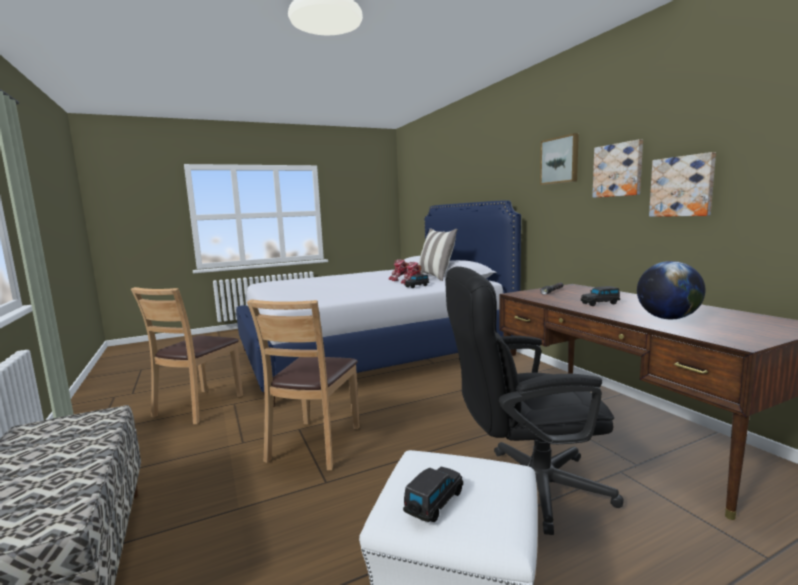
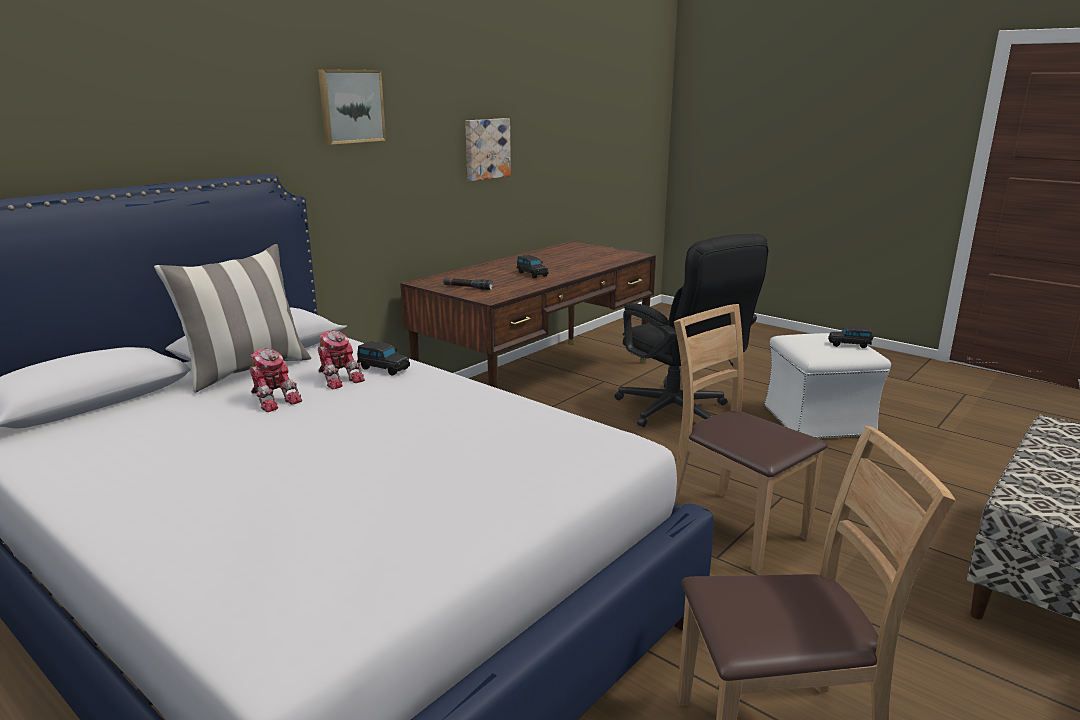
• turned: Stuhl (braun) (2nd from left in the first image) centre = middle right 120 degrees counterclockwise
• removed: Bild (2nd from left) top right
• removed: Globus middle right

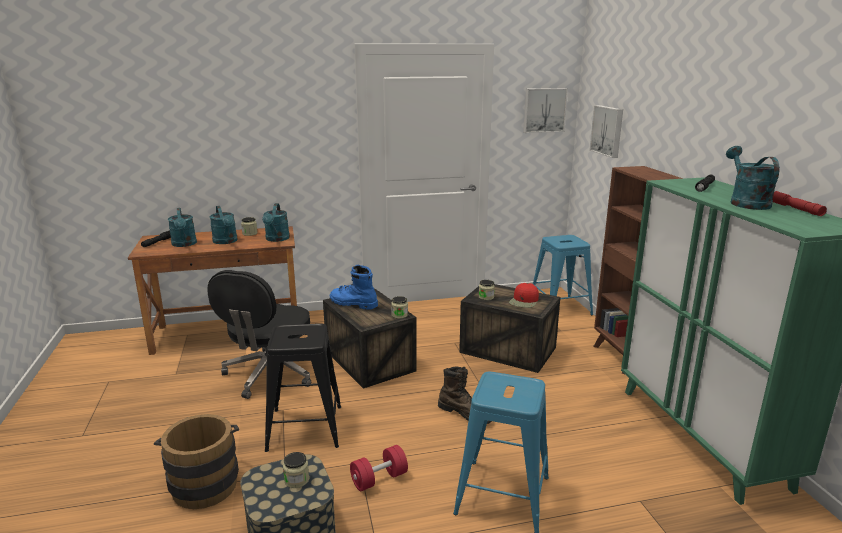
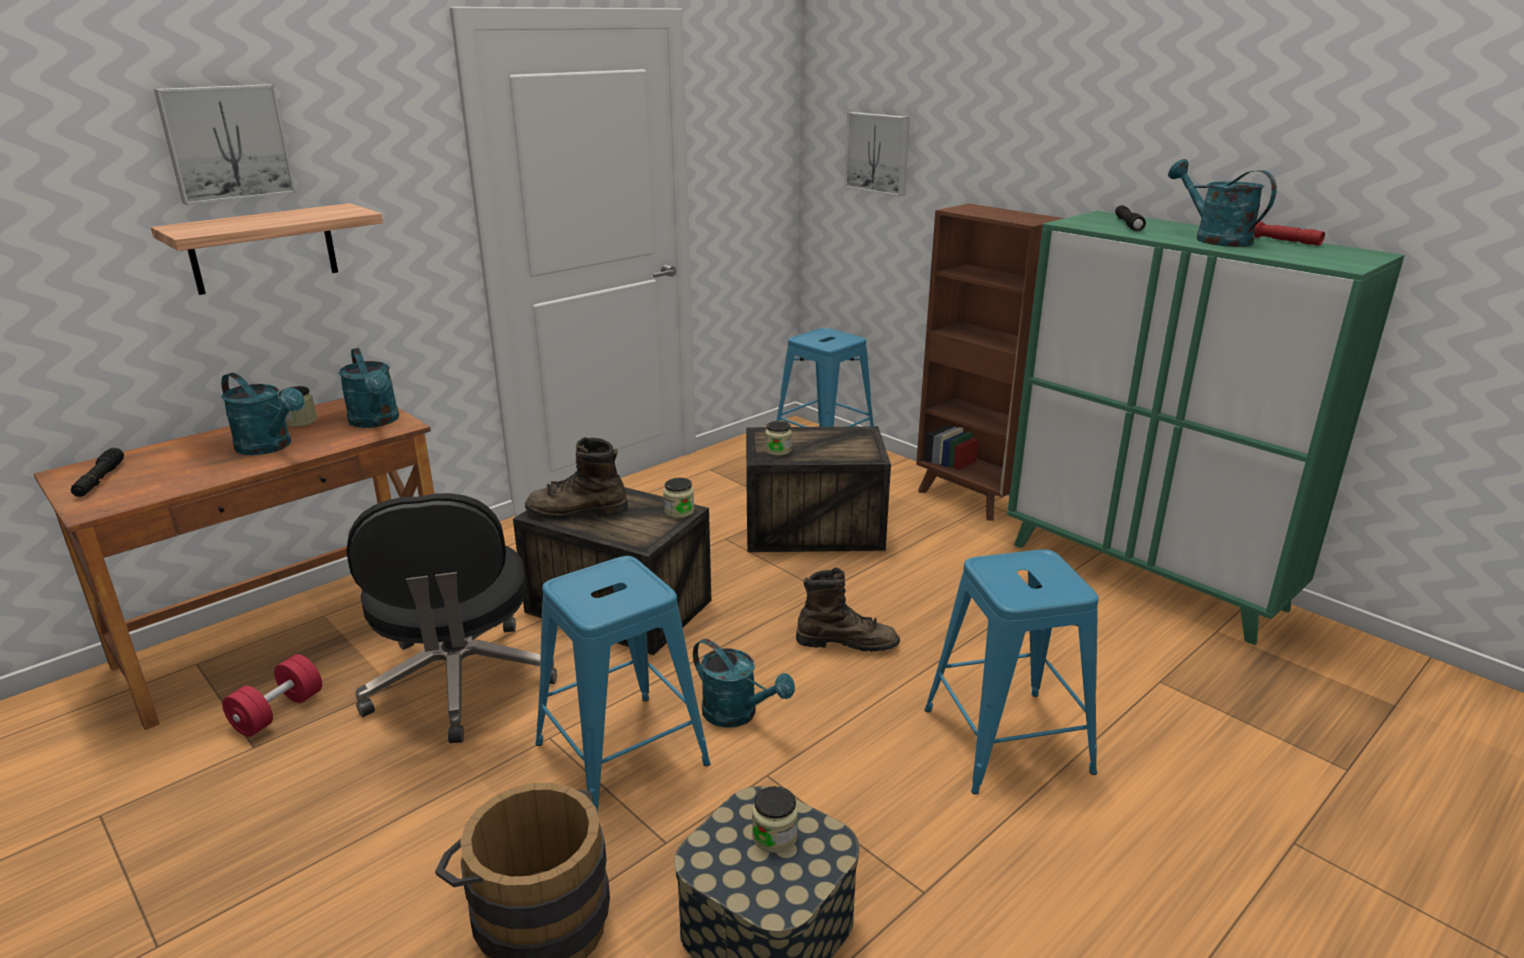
• moved: Gießkanne (türkis) (1st from left in the first image) middle left to Gießkanne (türkis) (3rd from left) bottom centre
• recoloured: Hocker (schwarz) bottom centre to Hocker (blau) (1st from left) bottom centre
• recoloured: Stiefel (blau) centre to Stiefel (braun) (1st from left) centre
• moved: Hantel (rot) bottom centre to bottom left
• removed: Kappe (rot) centre
• moved: Bild (1st from left) top centre to top left
• added: Wandregal top left

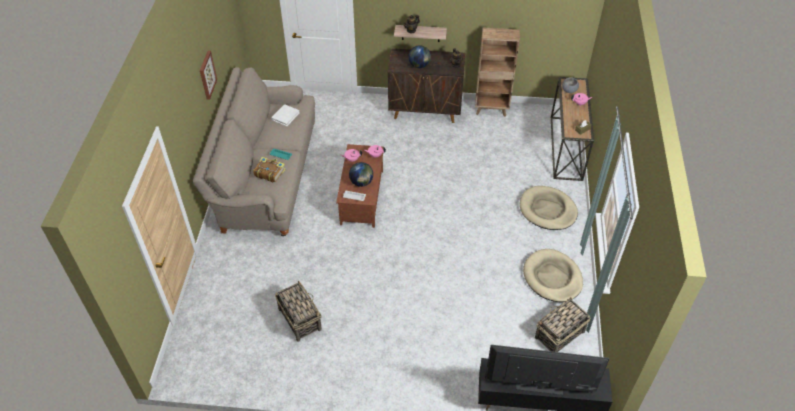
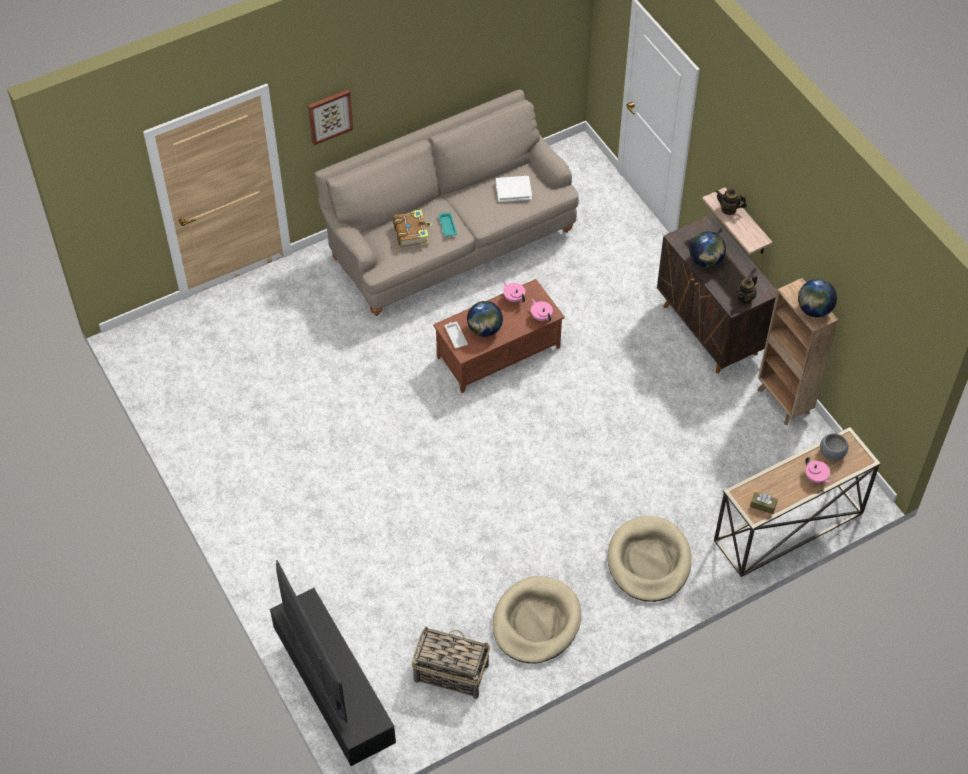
• moved: Bild top left to top centre
• removed: Korb (1st from left) bottom centre
• added: Globus (3rd from left) middle right

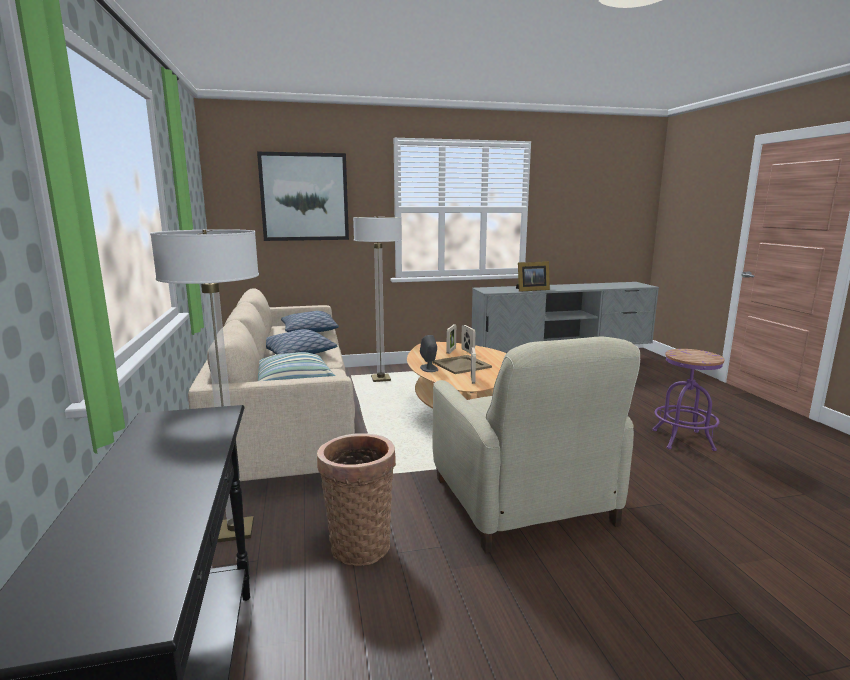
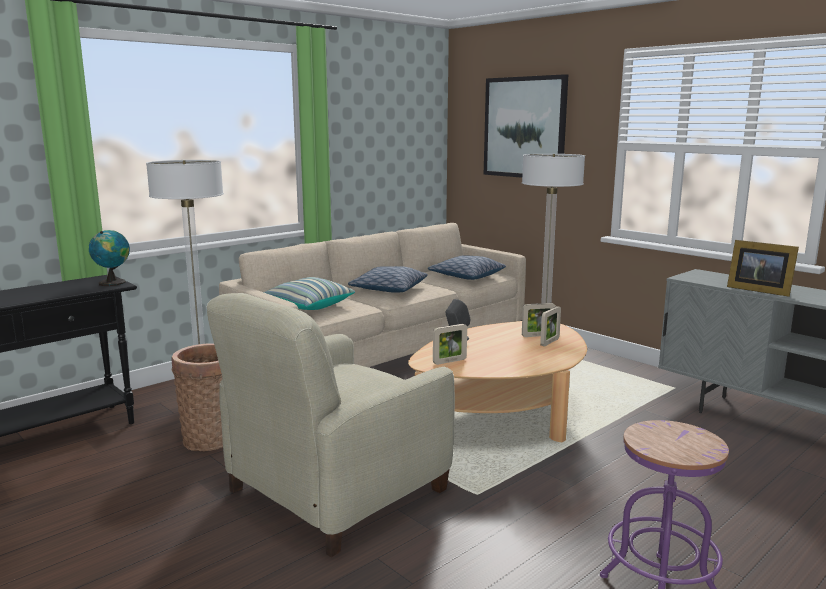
• removed: Tablett (beige) centre
• added: Globus middle left

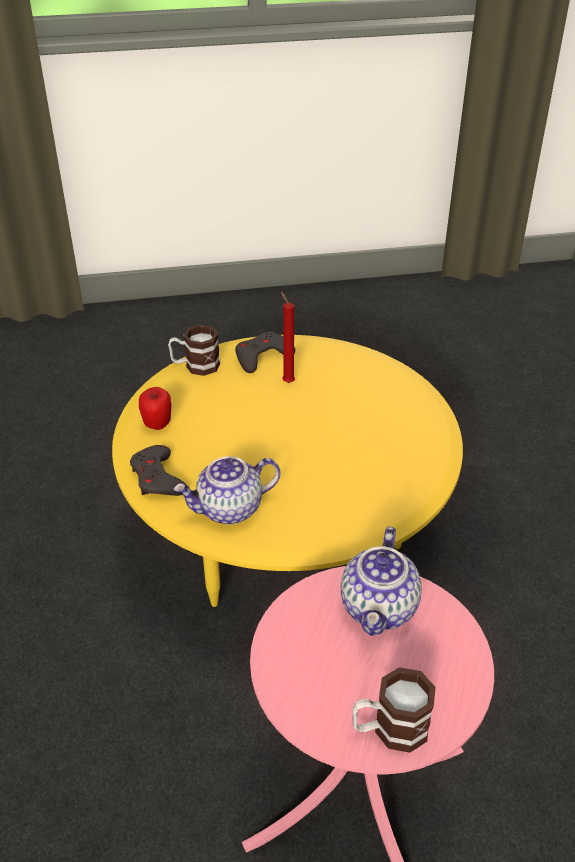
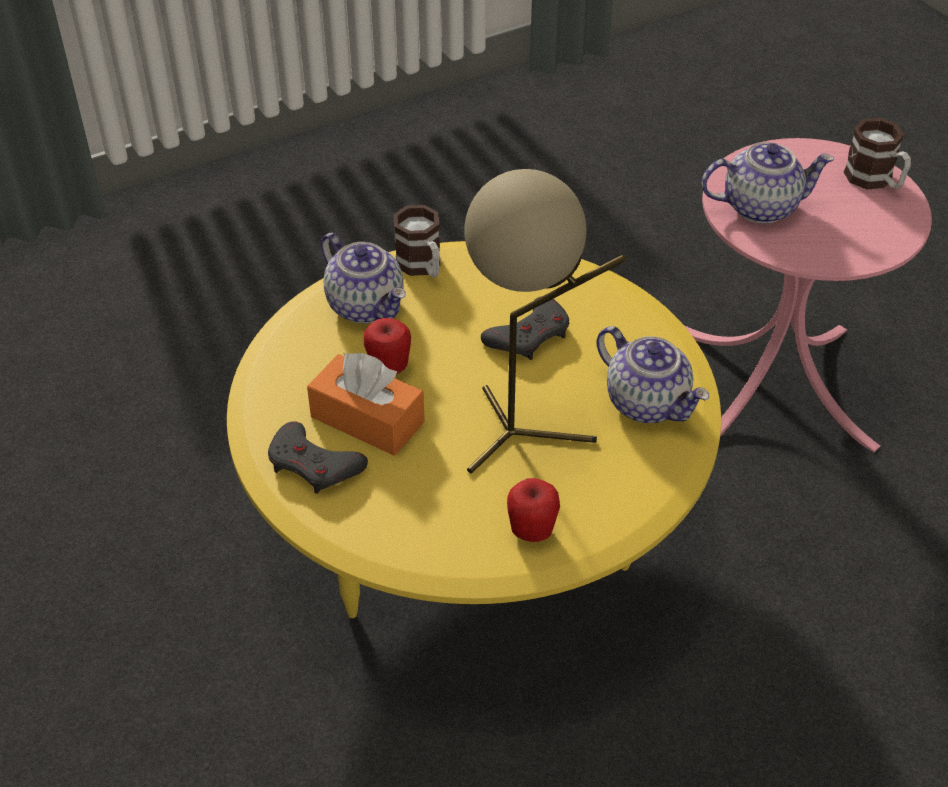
• moved: Gamepad (grau) (1st from left in the first image) middle left to Gamepad (grau) (2nd from left) centre
• moved: Henkelbecher (1st from left) centre to top centre
• replaced: Kerze (rot) centre to Taschentuchbox (orange) centre
• added: Teekanne (1st from left) centre
• added: Apfel (1st from left) centre
• added: Tischlampe (beige) centre

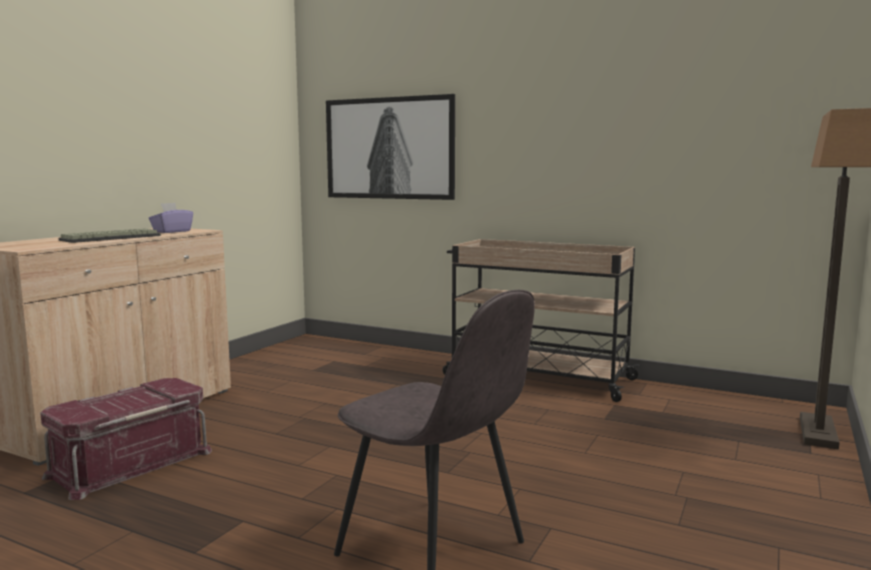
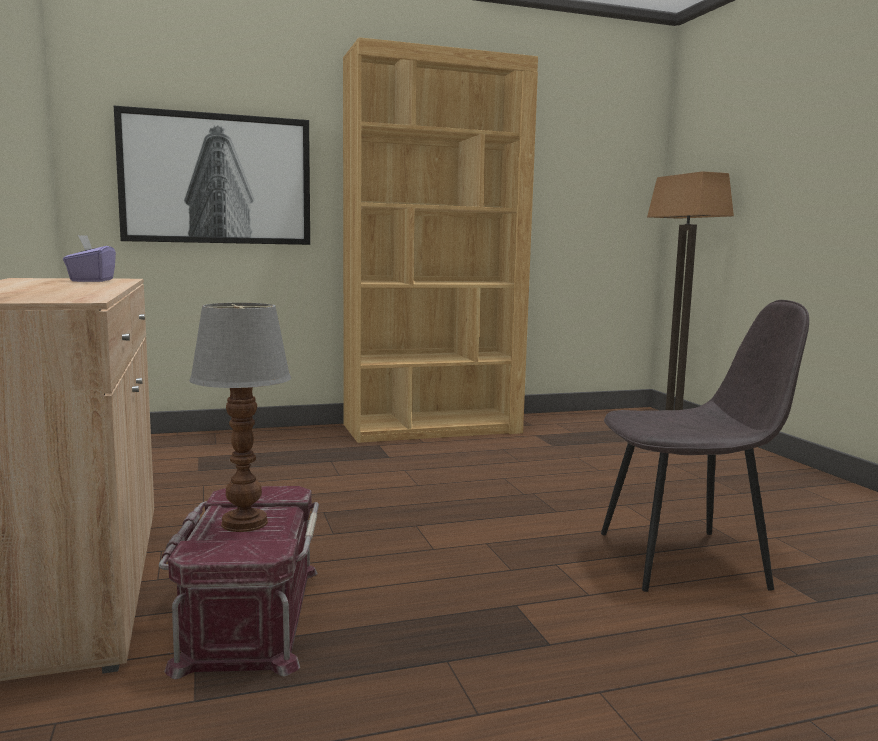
• removed: Tastatur middle left
• replaced: Rollwagen (beige) centre to Bücherregal (braun) top centre
• added: Tischlampe middle left

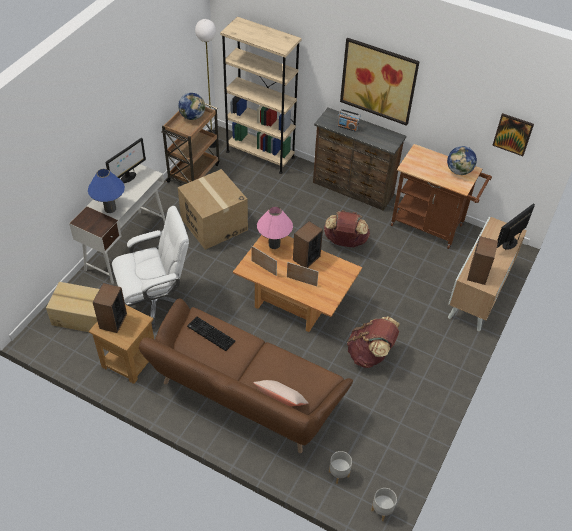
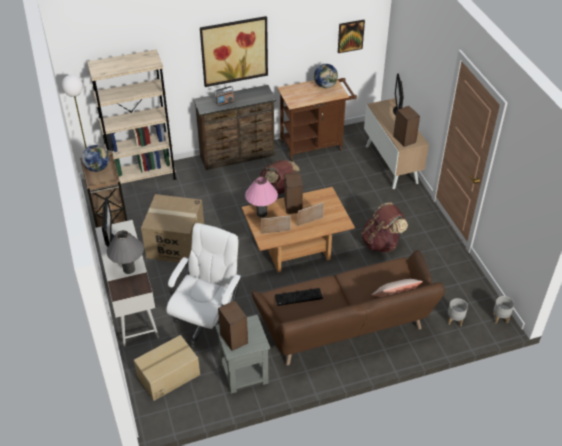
• recoloured: Tischlampe (blau) middle left to Tischlampe (grau) middle left
• recoloured: Beistelltisch (braun) middle left to Beistelltisch (grau) bottom centre

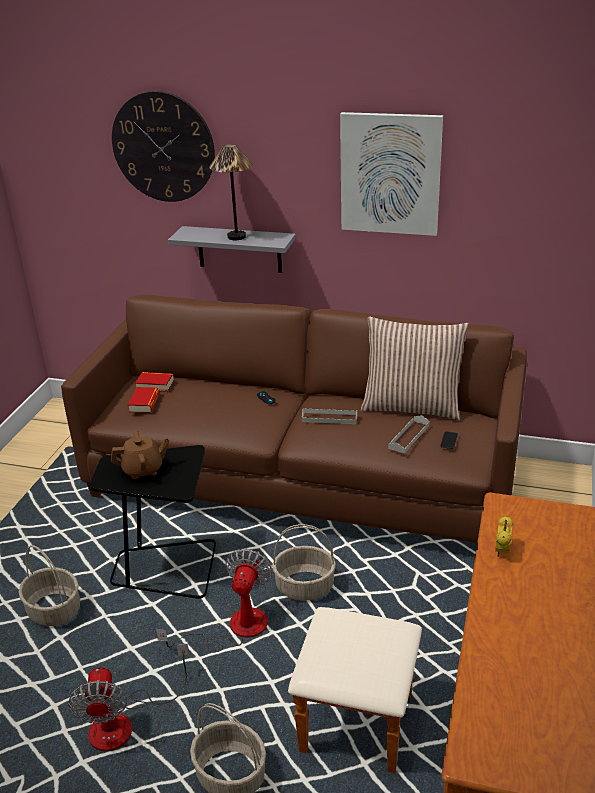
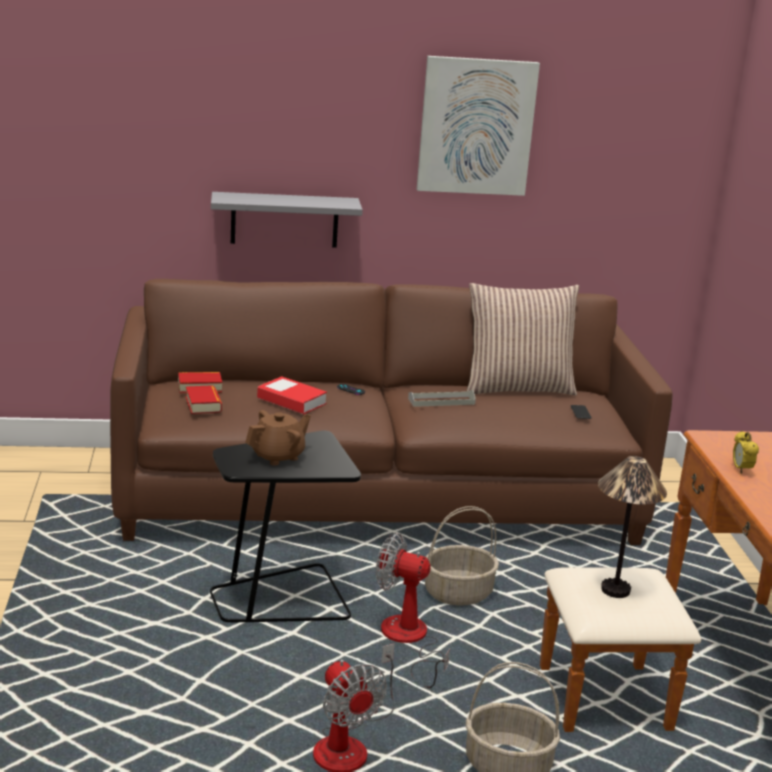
• removed: Korb (1st from left) bottom left
• removed: Wanduhr top left
• turned: Ventilator (2nd from left) bottom centre = bottom centre 60 degrees counterclockwise
• moved: Tischlampe top centre to bottom right
• removed: Tablett (grau) (2nd from left) middle right
• added: Buch (3rd from left) centre

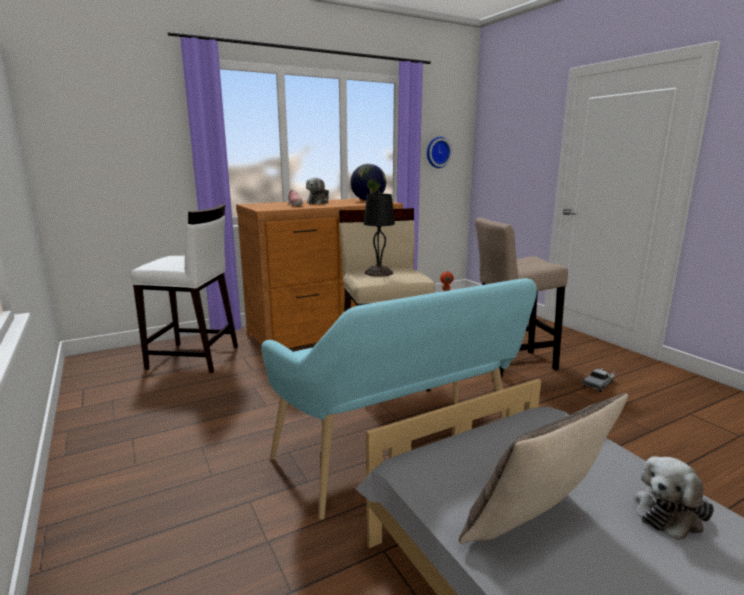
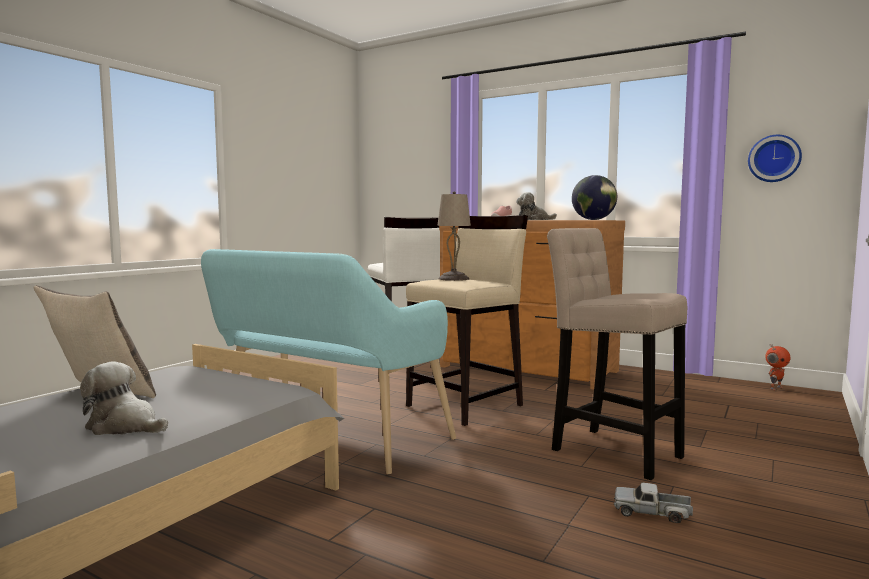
• recoloured: Tischlampe (schwarz) centre to Tischlampe (beige) centre

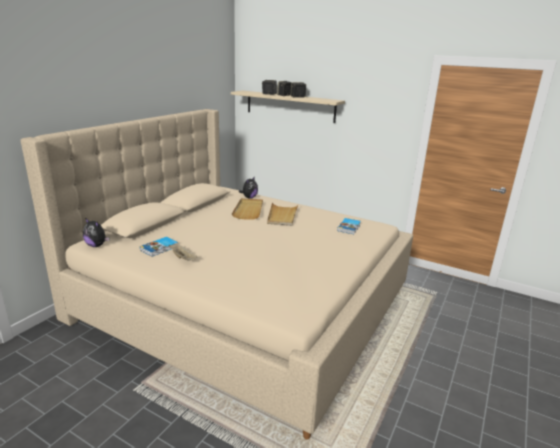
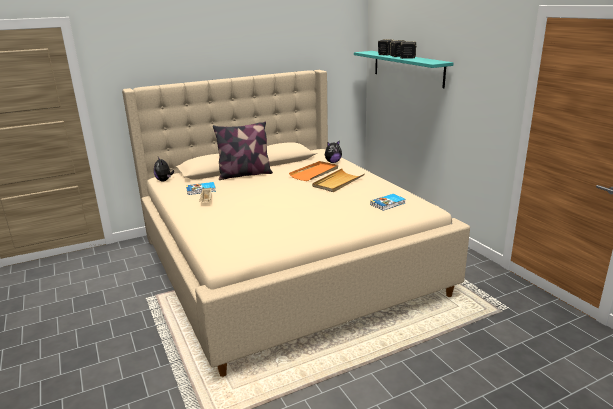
• recoloured: Wandregal (beige) top centre to Wandregal (türkis) top centre
• recoloured: Tablett (beige) (2nd from left) centre to Tablett (orange) centre
• added: Kissen centre

